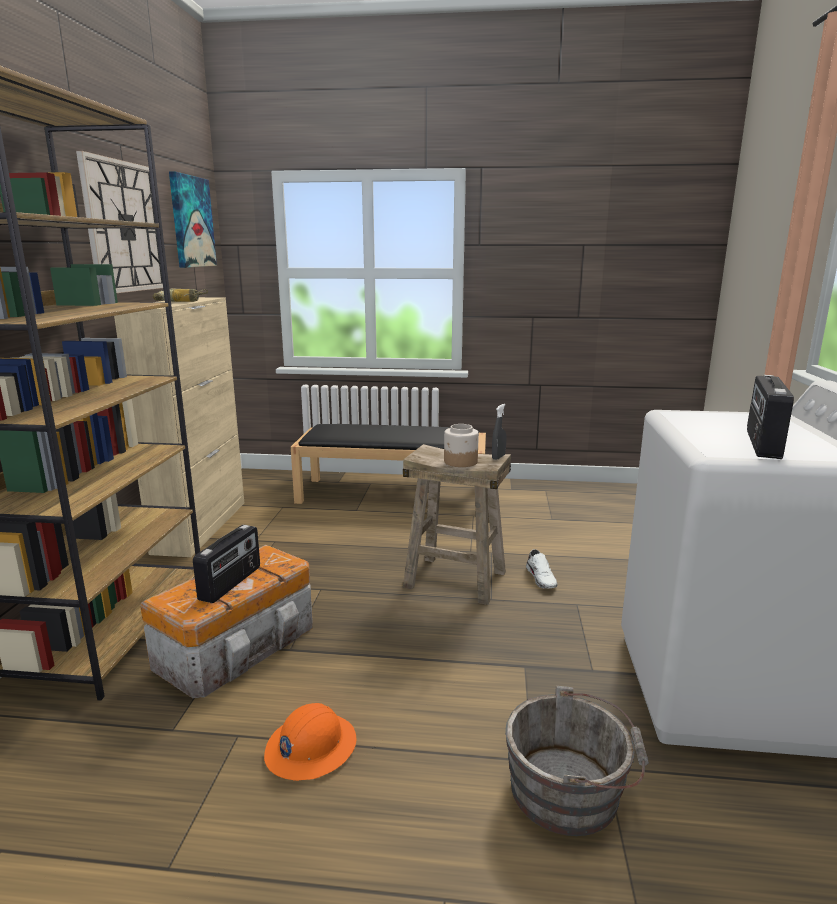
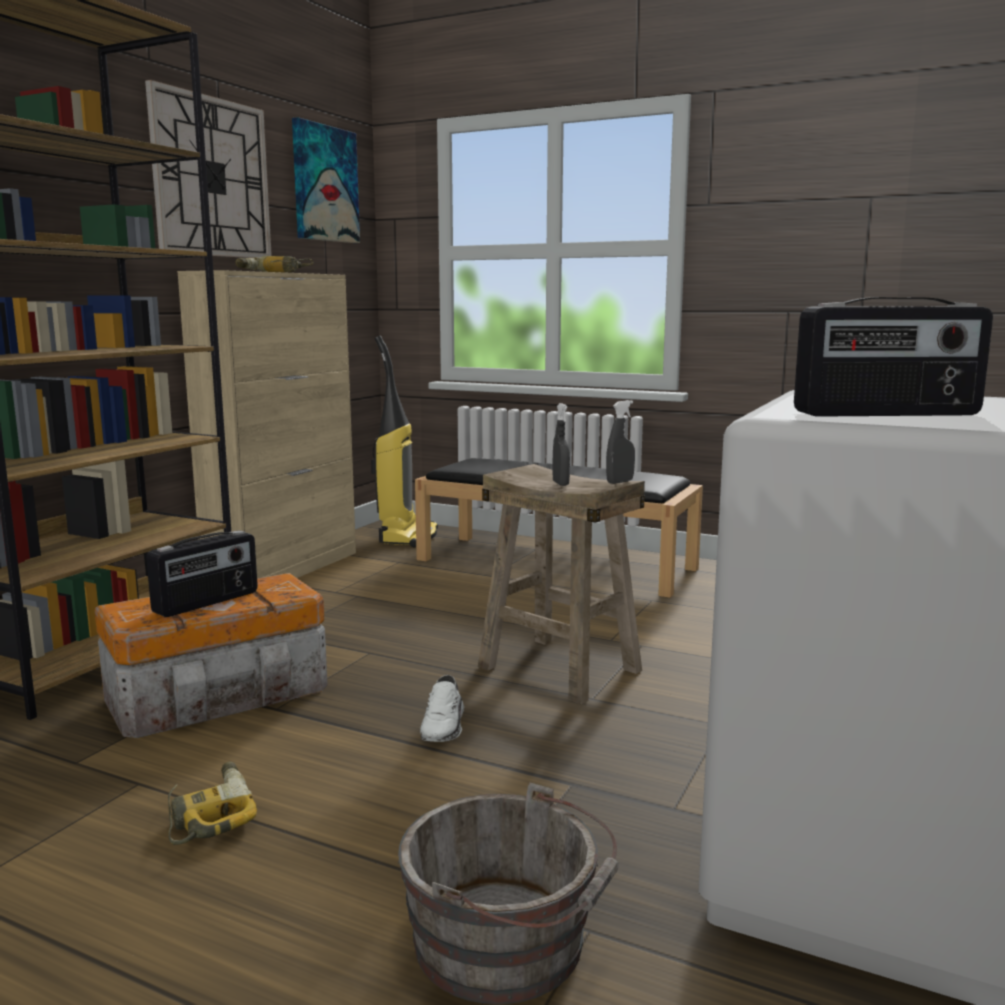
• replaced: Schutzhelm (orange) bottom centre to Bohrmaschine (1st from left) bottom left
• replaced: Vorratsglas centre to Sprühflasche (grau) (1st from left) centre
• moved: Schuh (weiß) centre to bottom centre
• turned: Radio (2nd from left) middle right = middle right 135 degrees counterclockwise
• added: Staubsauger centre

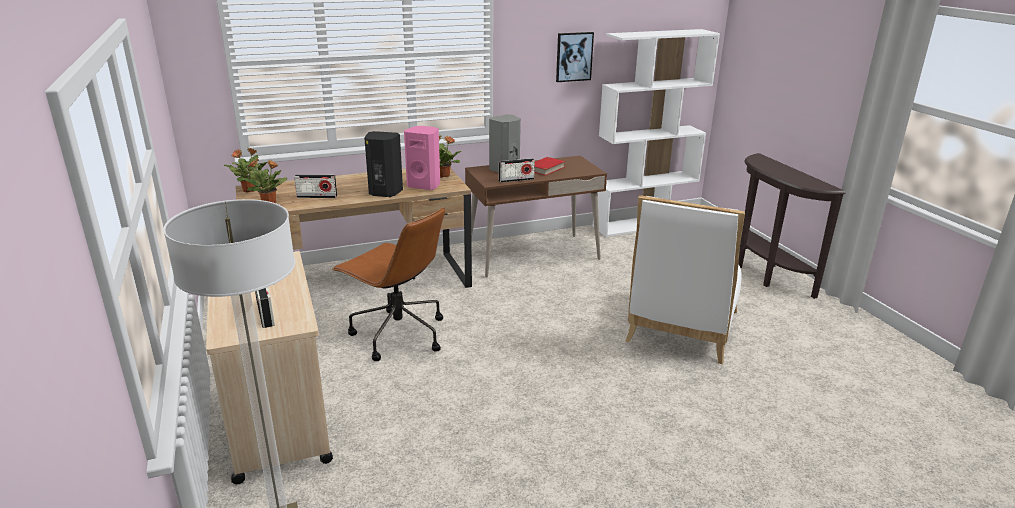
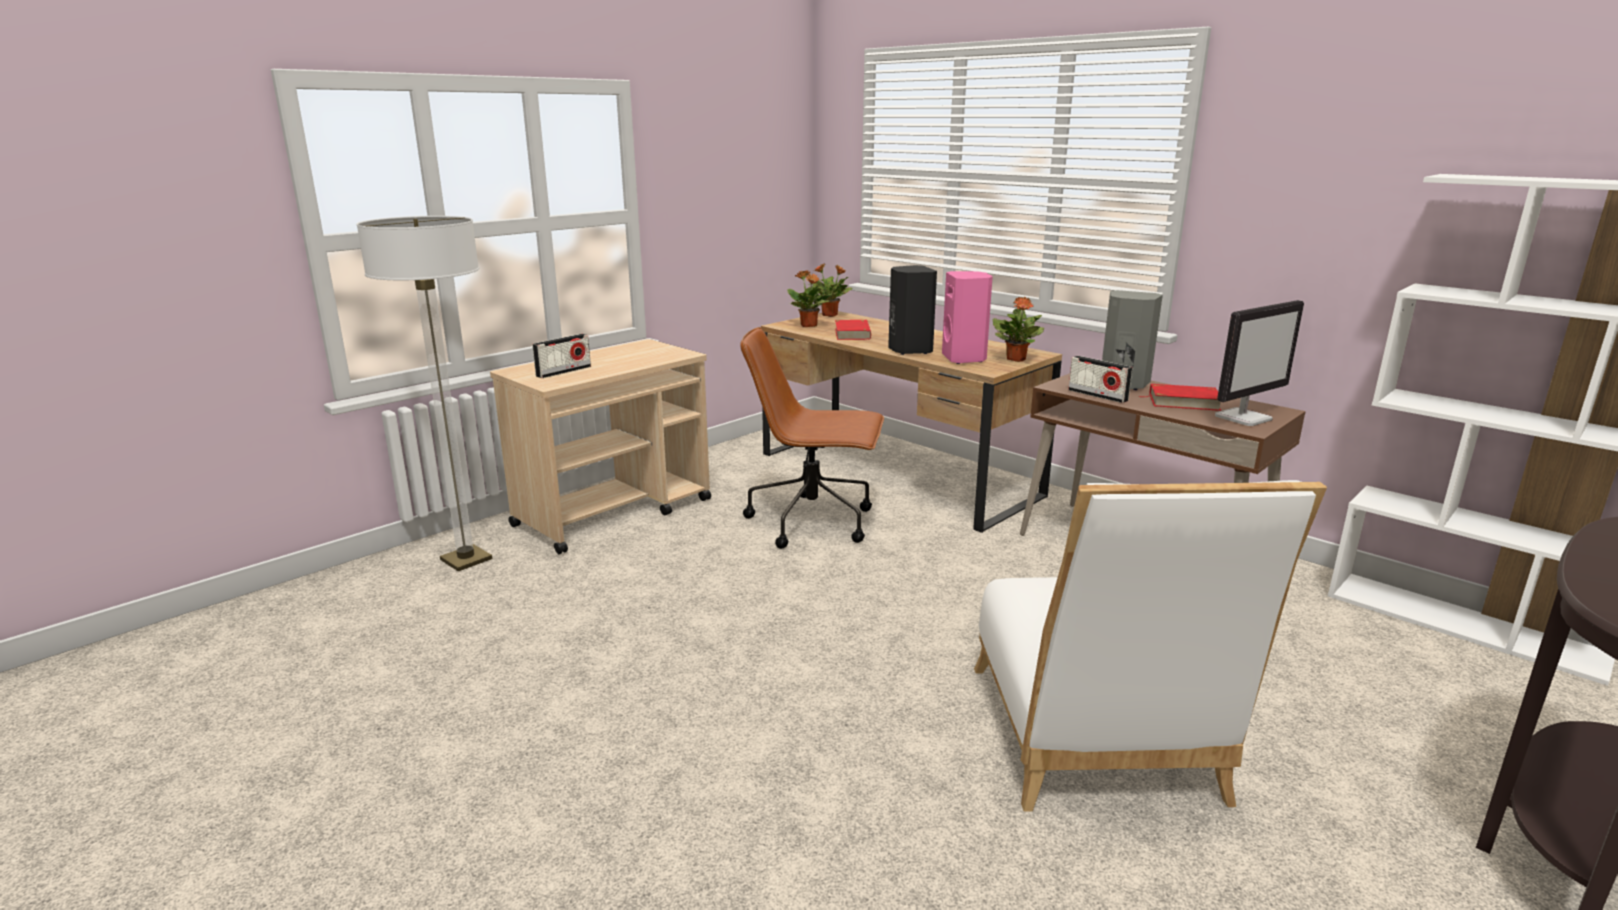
• replaced: Radio (2nd from left) middle left to Buch (rot) (1st from left) centre
• turned: Bürostuhl (braun) centre = centre 90 degrees clockwise
• removed: Bild top centre
• turned: Stuhl (weiß) middle right = bottom right 90 degrees counterclockwise
• added: Monitor middle right

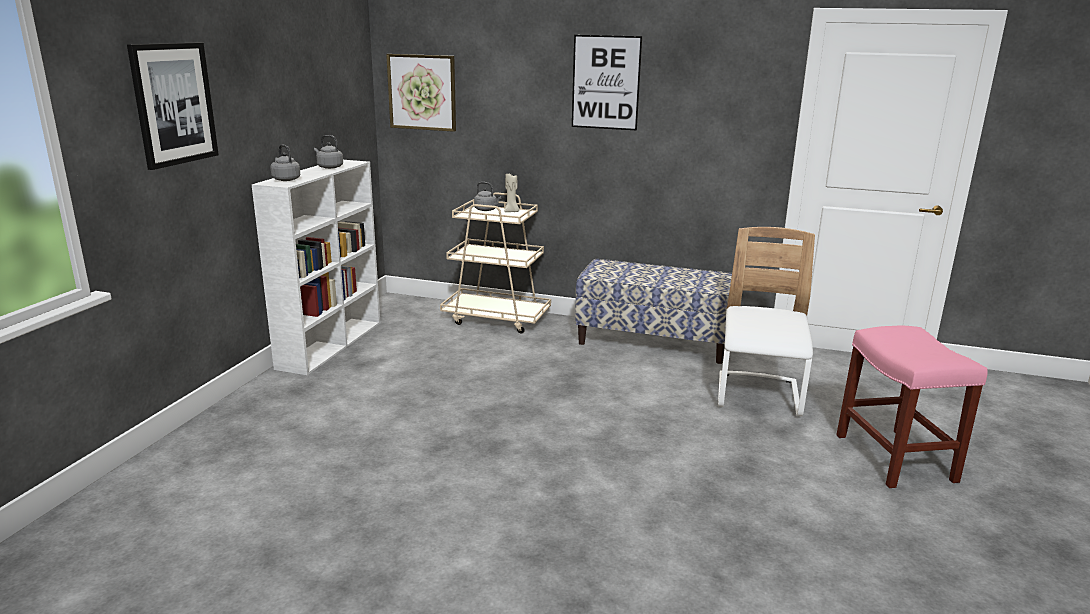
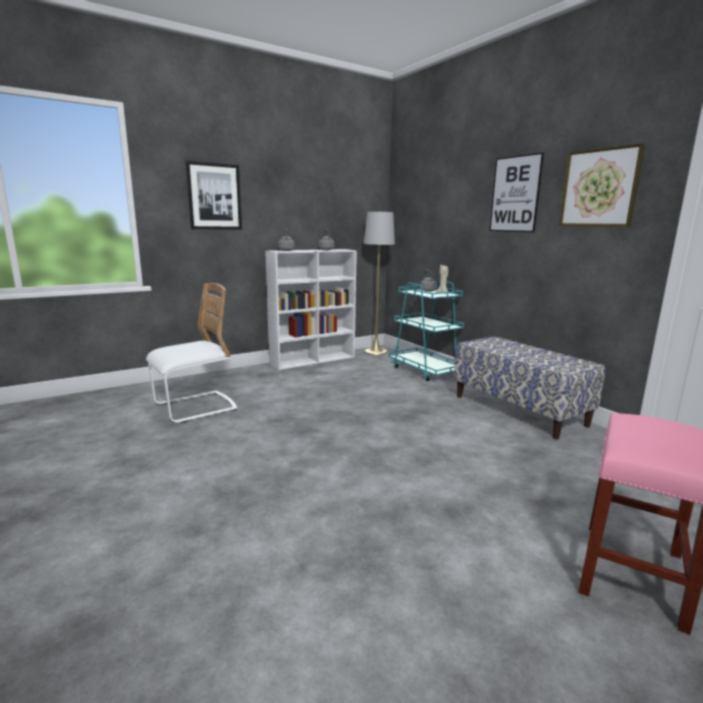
• moved: Bild (2nd from left in the first image) top centre to Bild (3rd from left) top right
• recoloured: Rollwagen (beige) centre to Rollwagen (türkis) centre
• moved: Stuhl (weiß) middle right to middle left
• added: Stehlampe (grau) centre

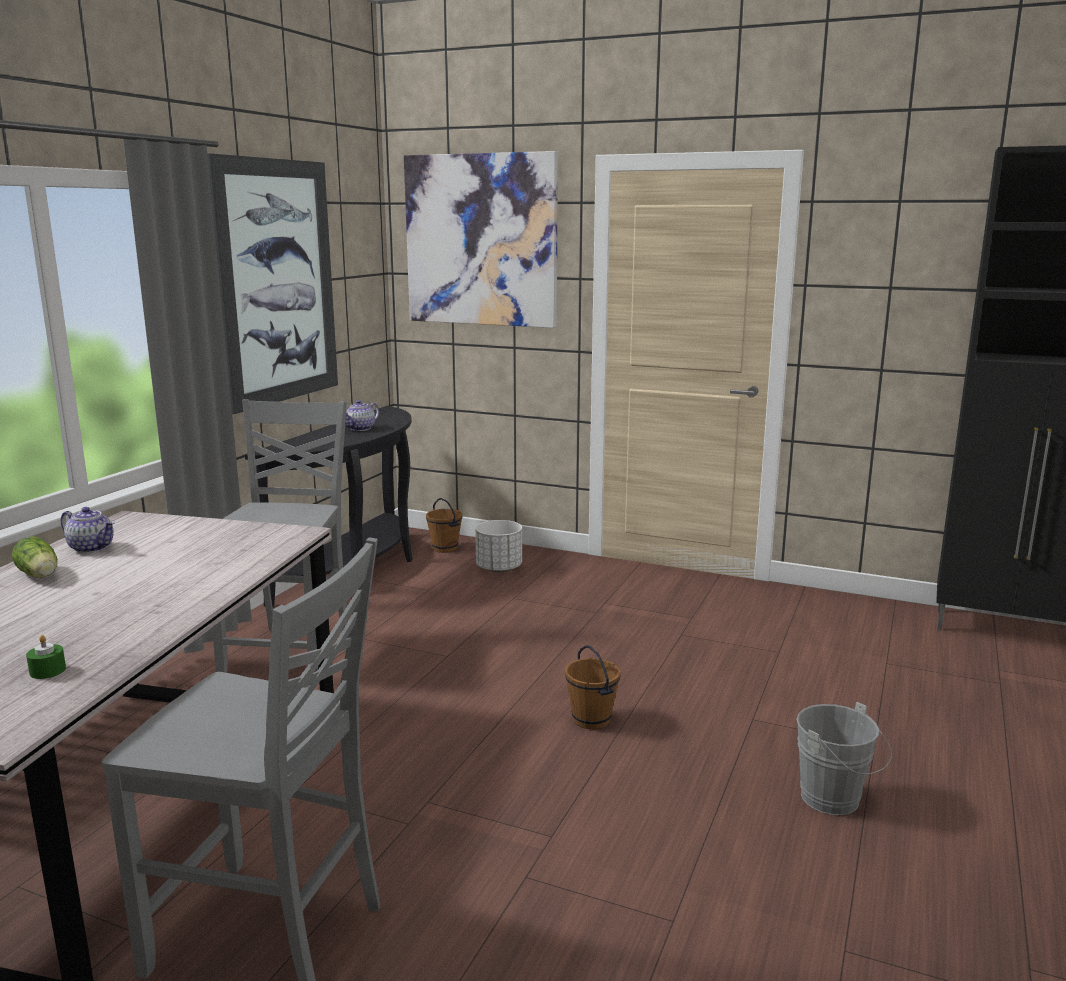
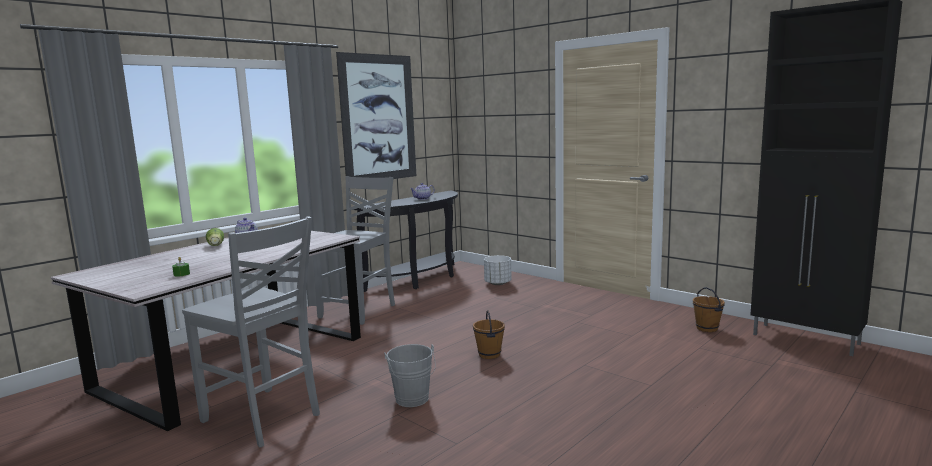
• removed: Bild (2nd from left) top centre
• moved: Eimer (braun) (1st from left in the first image) centre to Eimer (braun) (2nd from left) middle right
• moved: Eimer (grau) bottom right to bottom centre

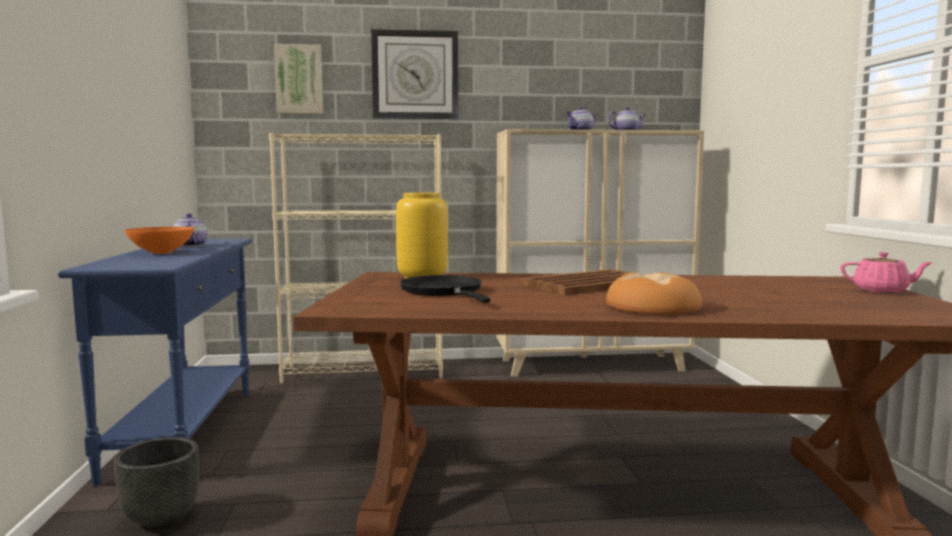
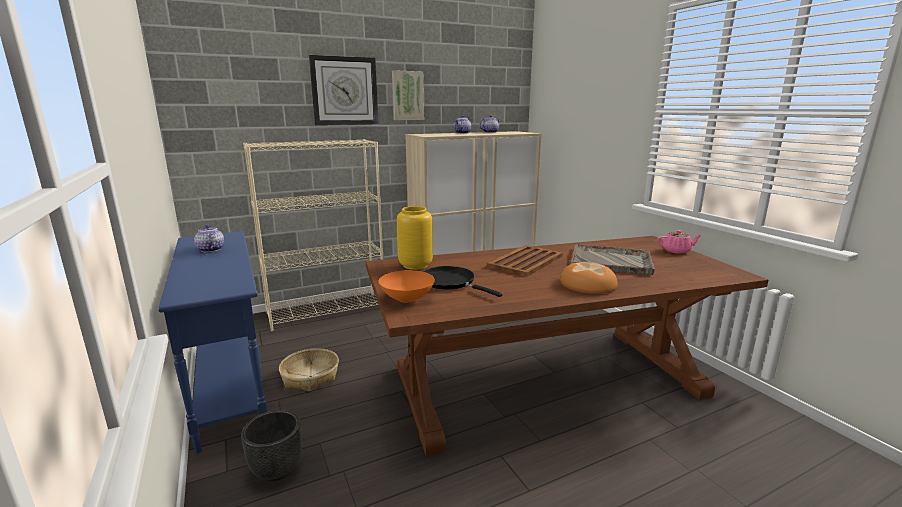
• moved: Schüssel (orange) middle left to centre
• moved: Bild top left to top centre
• added: Korb bottom centre
• added: Tablett (grau) middle right

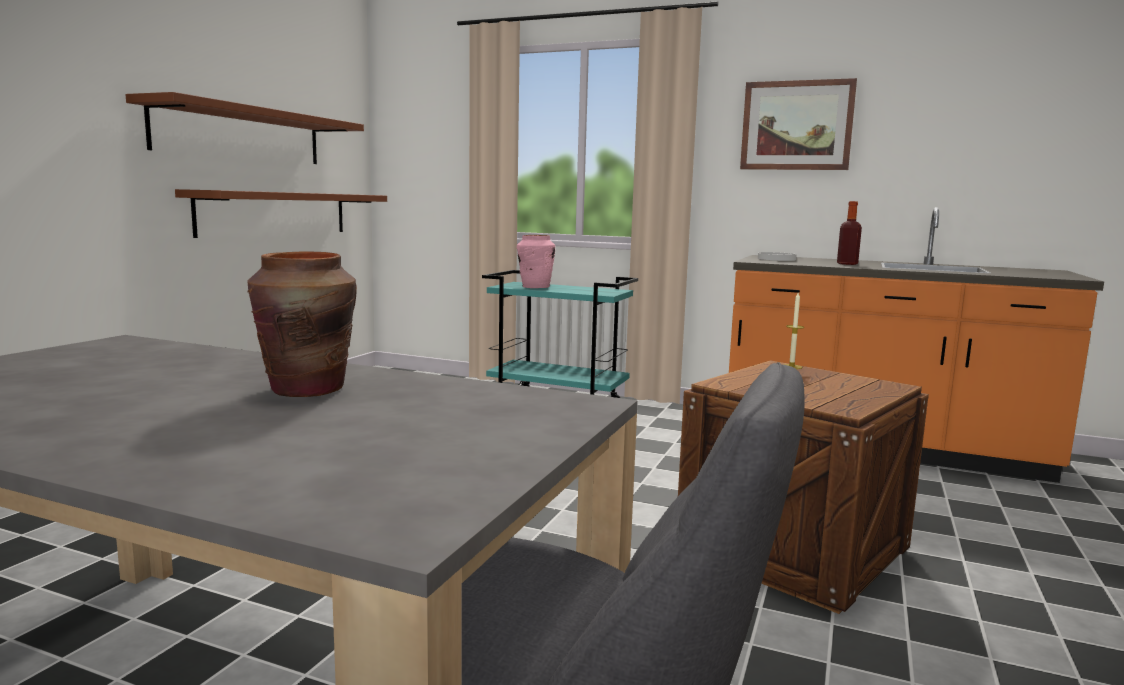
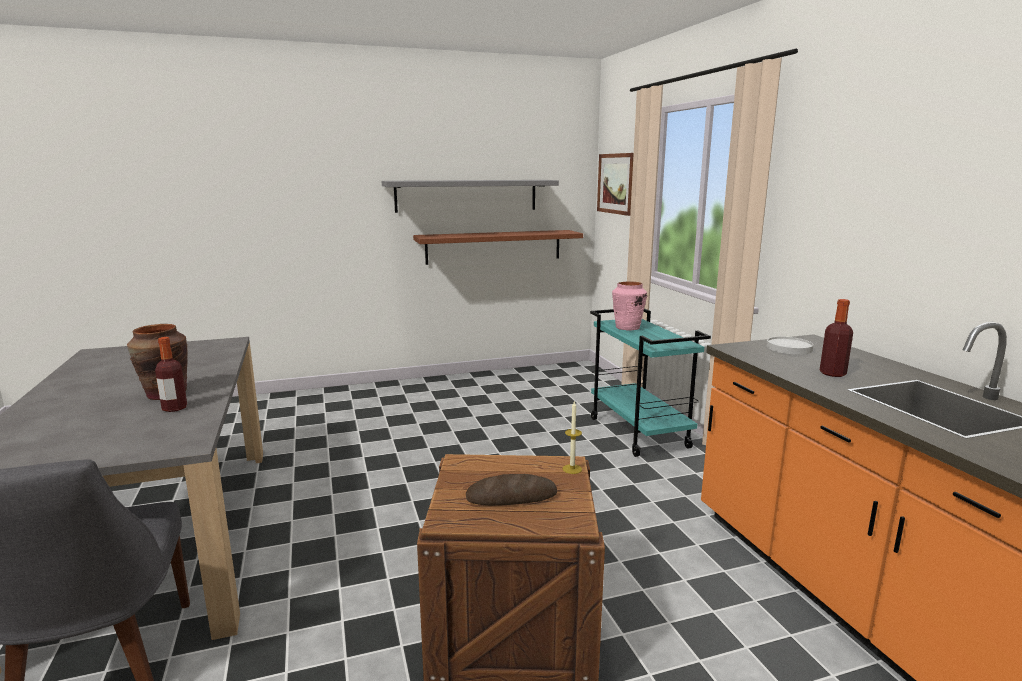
• recoloured: Wandregal (braun) (1st from left) top left to Wandregal (grau) top centre
• moved: Bild top right to top centre
• added: Flasche (1st from left) middle left
• added: Brot bottom centre

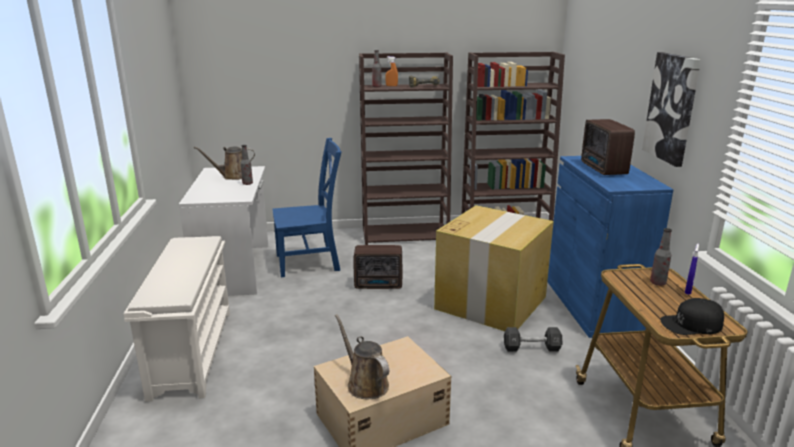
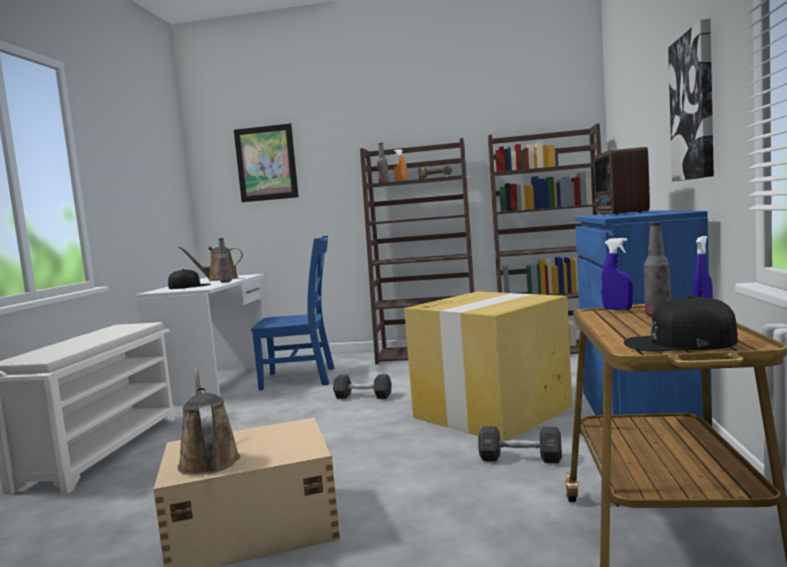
• replaced: Radio (1st from left) centre to Hantel (schwarz) (1st from left) bottom centre
• added: Kappe (schwarz) (1st from left) middle left
• added: Bild (1st from left) top centre
• added: Sprühflasche (blau) (1st from left) middle right

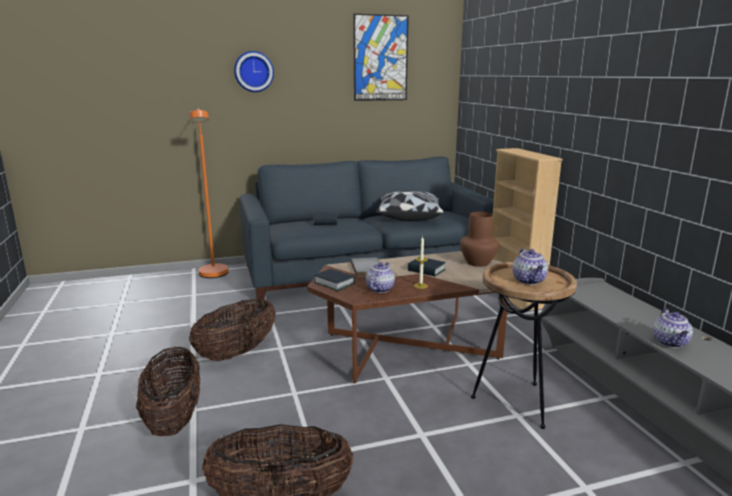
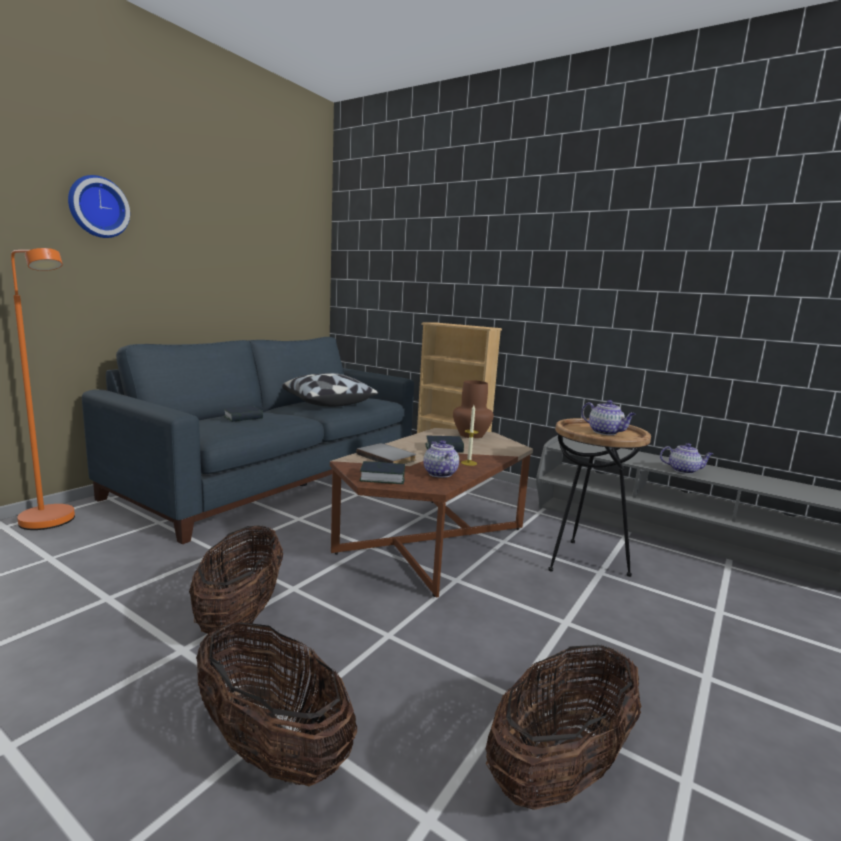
• removed: Bild top centre
• turned: Teekanne (3rd from left) middle right = middle right 45 degrees counterclockwise

